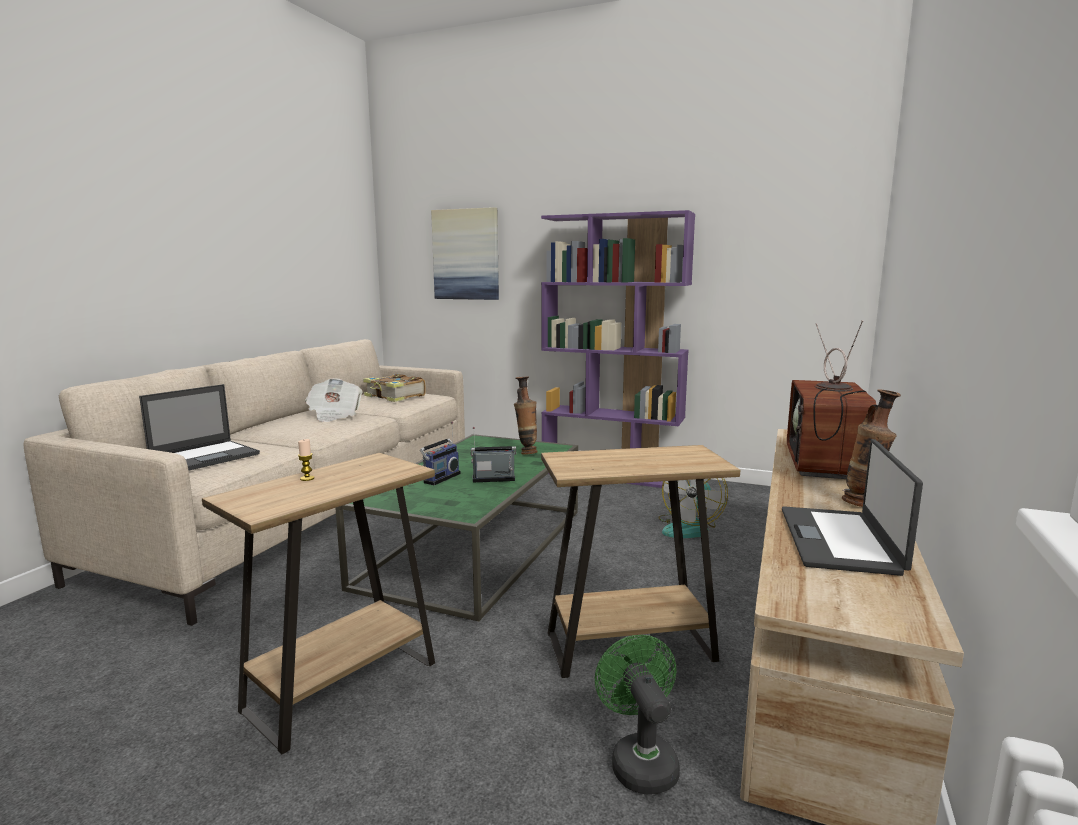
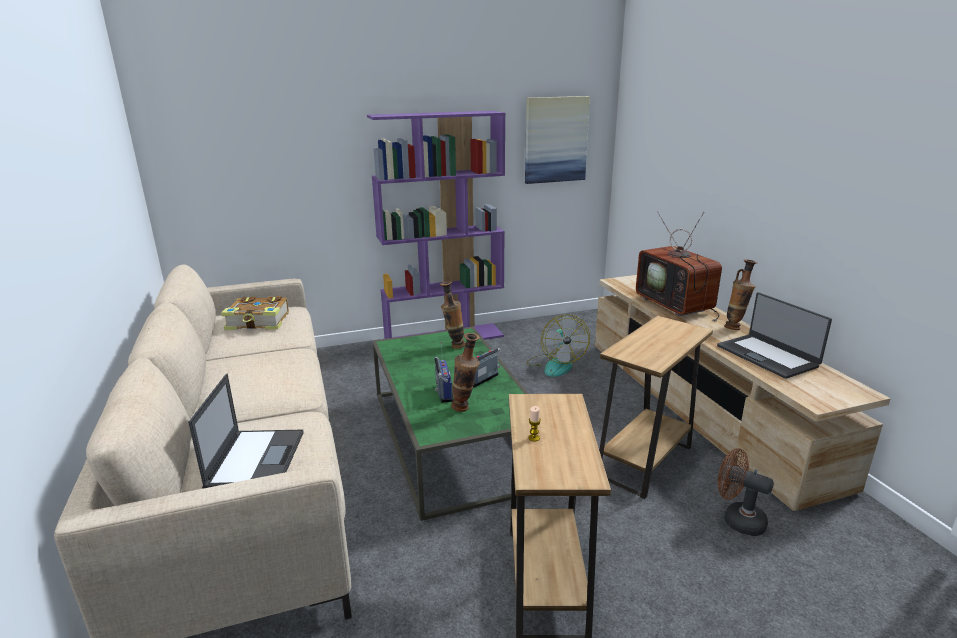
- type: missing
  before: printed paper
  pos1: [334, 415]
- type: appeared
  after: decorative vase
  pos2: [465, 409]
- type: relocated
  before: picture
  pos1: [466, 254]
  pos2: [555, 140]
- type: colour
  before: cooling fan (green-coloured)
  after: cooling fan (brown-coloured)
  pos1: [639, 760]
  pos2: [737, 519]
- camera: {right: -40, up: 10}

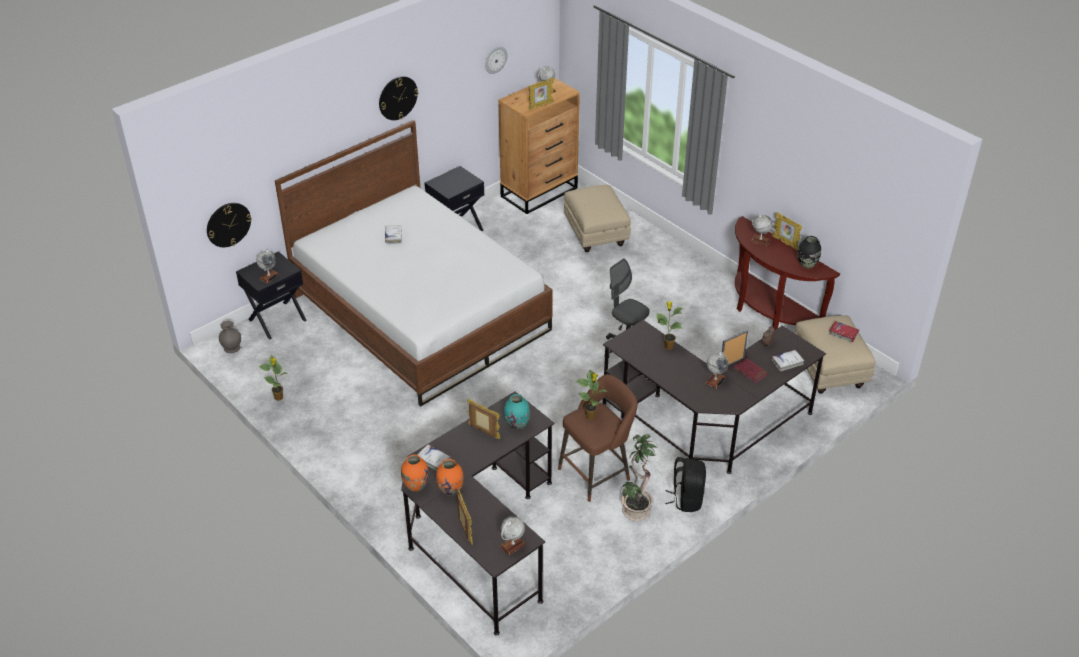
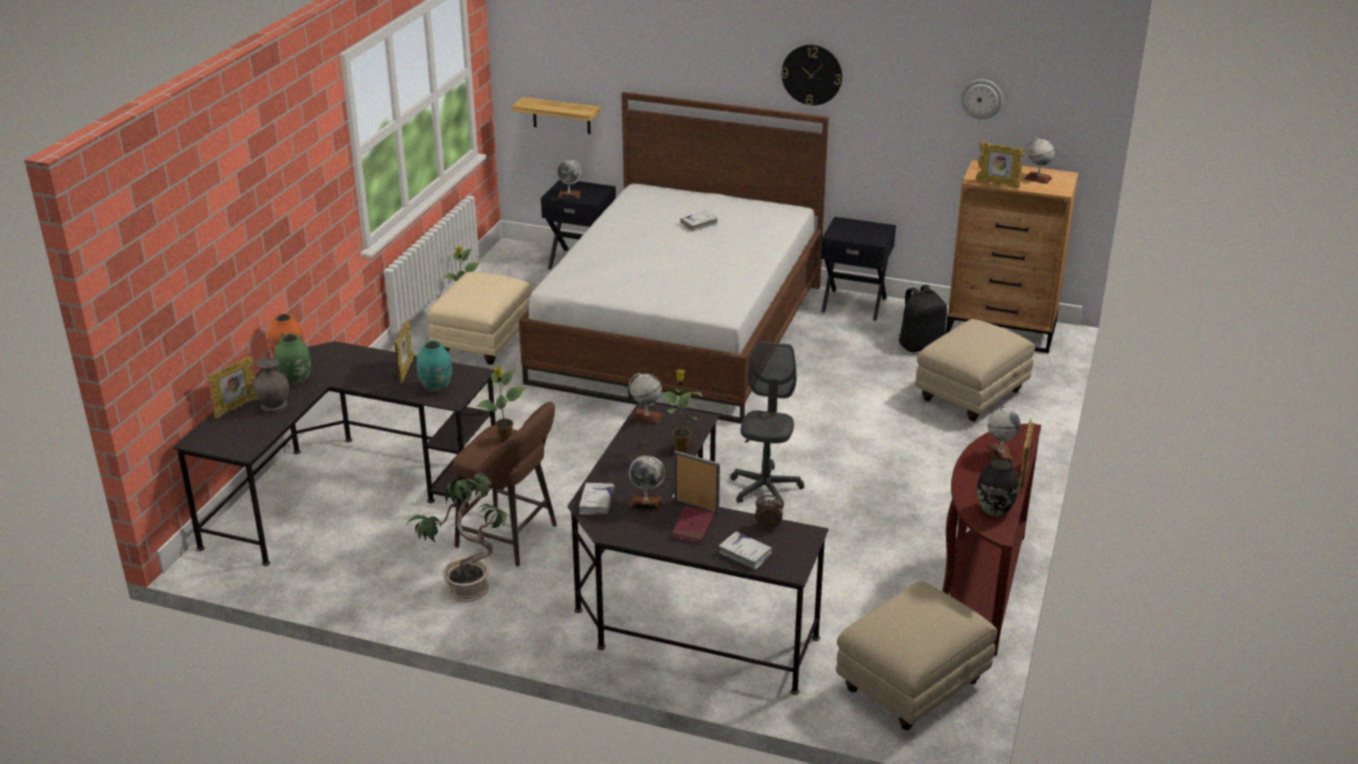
- type: missing
  before: book (red)
  pos1: [843, 333]
- type: appeared
  after: pouffe (beige-coloured)
  pos2: [482, 343]
- type: relocated
  before: decorative vase (gray)
  pos1: [232, 348]
  pos2: [274, 406]
- type: relocated
  before: book (white-coloured)
  pos1: [433, 460]
  pos2: [596, 503]
- type: relocated
  before: world globe
  pos1: [512, 545]
  pos2: [646, 418]
- type: relocated
  before: backpack (black-coloured)
  pos1: [686, 499]
  pos2: [920, 345]
- type: exchanged
  before: clock on the wall
  after: wall shelf
  pos1: [228, 224]
  pos2: [561, 115]
- type: colour
  before: decorative vase (orange)
  after: decorative vase (green-coloured)
  pos1: [450, 490]
  pos2: [296, 380]
- camera: {right: 60, up: -10}

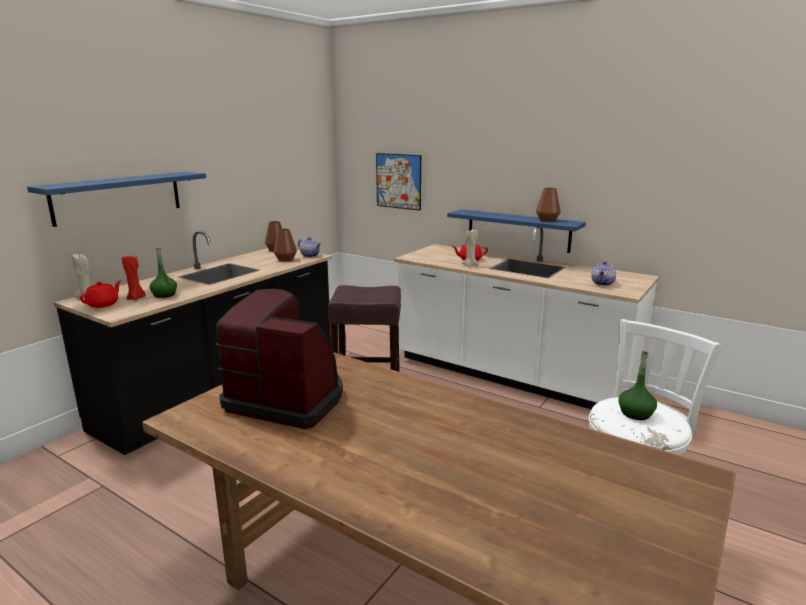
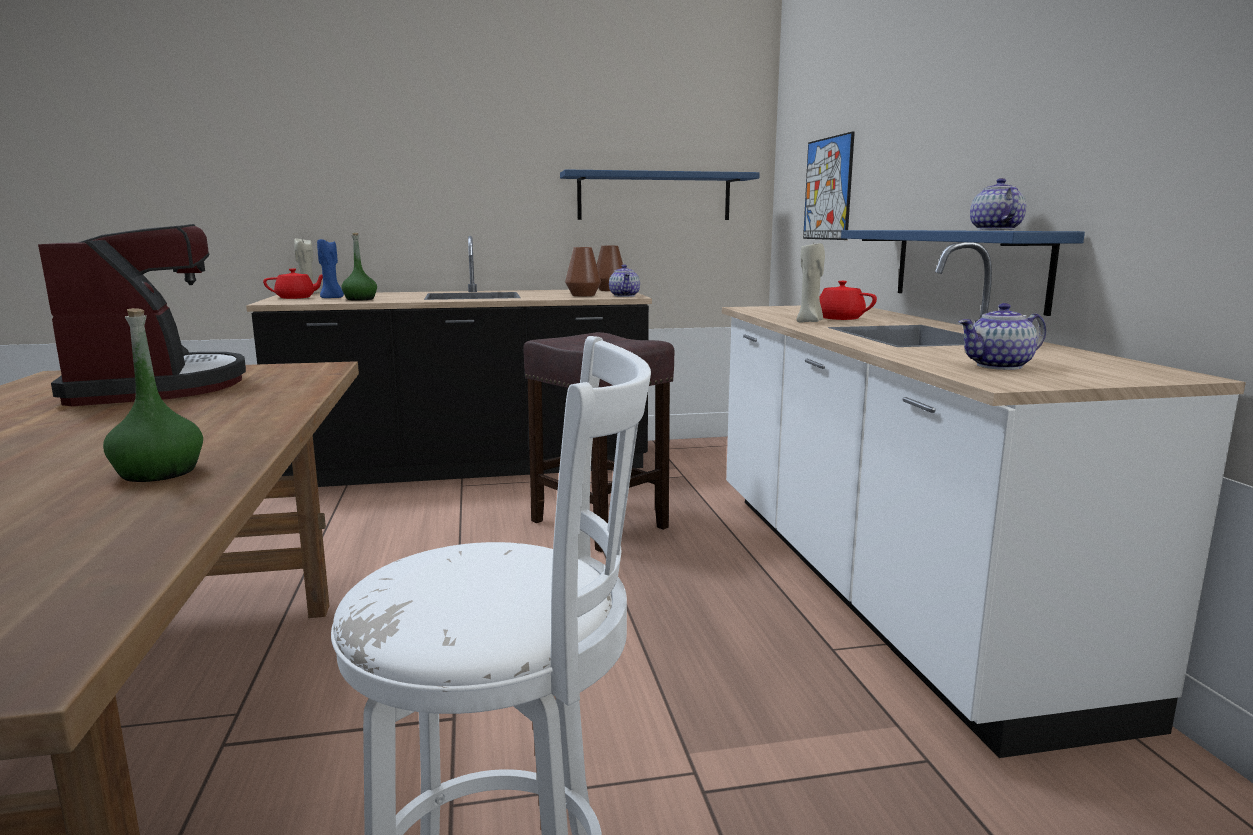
- type: relocated
  before: wall shelf (blue-coloured)
  pos1: [118, 197]
  pos2: [654, 196]
- type: relocated
  before: beverage bottle (green-coloured)
  pos1: [635, 413]
  pos2: [159, 472]
- type: exchanged
  before: decorative vase (brown-coloured)
  after: tea pot
  pos1: [547, 220]
  pos2: [993, 230]
- type: colour
  before: wax candle (red)
  after: wax candle (blue-coloured)
  pos1: [136, 298]
  pos2: [332, 298]
- camera: {right: 45, up: -5}

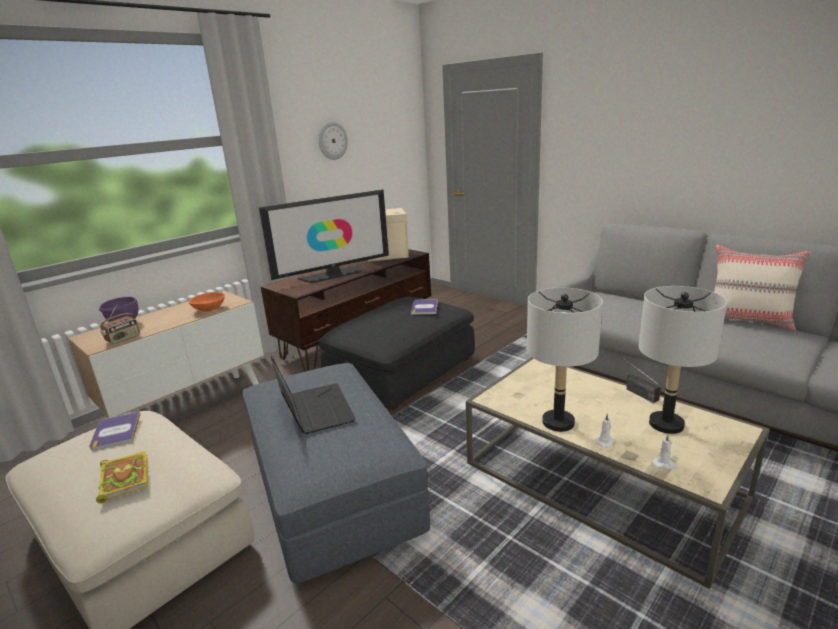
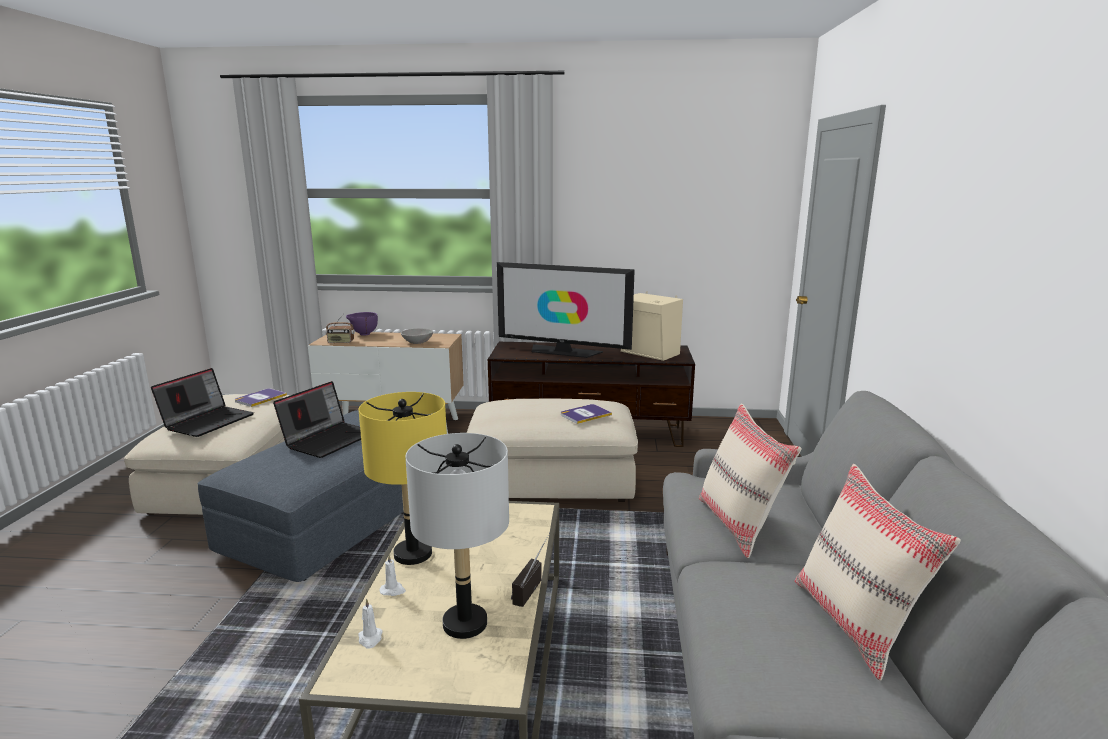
- type: missing
  before: clock on the wall
  pos1: [332, 141]
- type: appeared
  after: throw pillow (beige-coloured)
  pos2: [739, 525]
- type: exchanged
  before: book
  after: laptop
  pos1: [124, 478]
  pos2: [208, 421]
- type: colour
  before: bowl (orange)
  after: bowl (gray)
  pos1: [209, 309]
  pos2: [417, 342]
- type: colour
  before: pouffe (black-coloured)
  after: pouffe (beige-coloured)
  pos1: [402, 371]
  pos2: [552, 478]
- type: colour
  before: table lamp (gray)
  after: table lamp (yellowish)
  pos1: [558, 422]
  pos2: [412, 554]
- camera: {right: 50, up: -5}

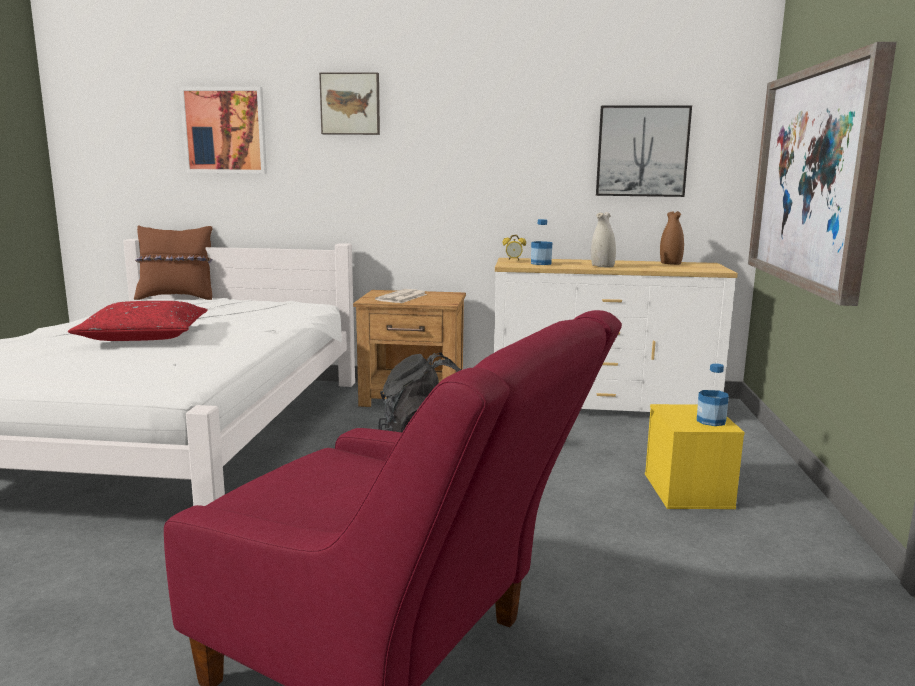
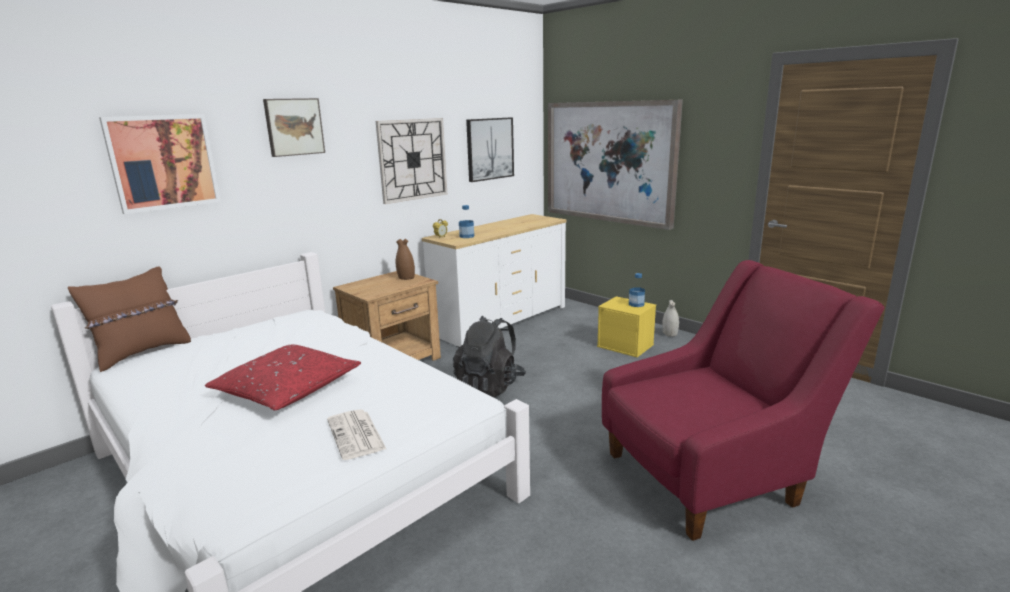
- type: appeared
  after: clock on the wall
  pos2: [412, 160]
- type: relocated
  before: printed paper
  pos1: [401, 297]
  pos2: [356, 435]
- type: relocated
  before: decorative vase (white-coloured)
  pos1: [602, 266]
  pos2: [669, 334]
- type: relocated
  before: decorative vase (brown-coloured)
  pos1: [670, 263]
  pos2: [406, 277]
- camera: {right: -50, up: 5}

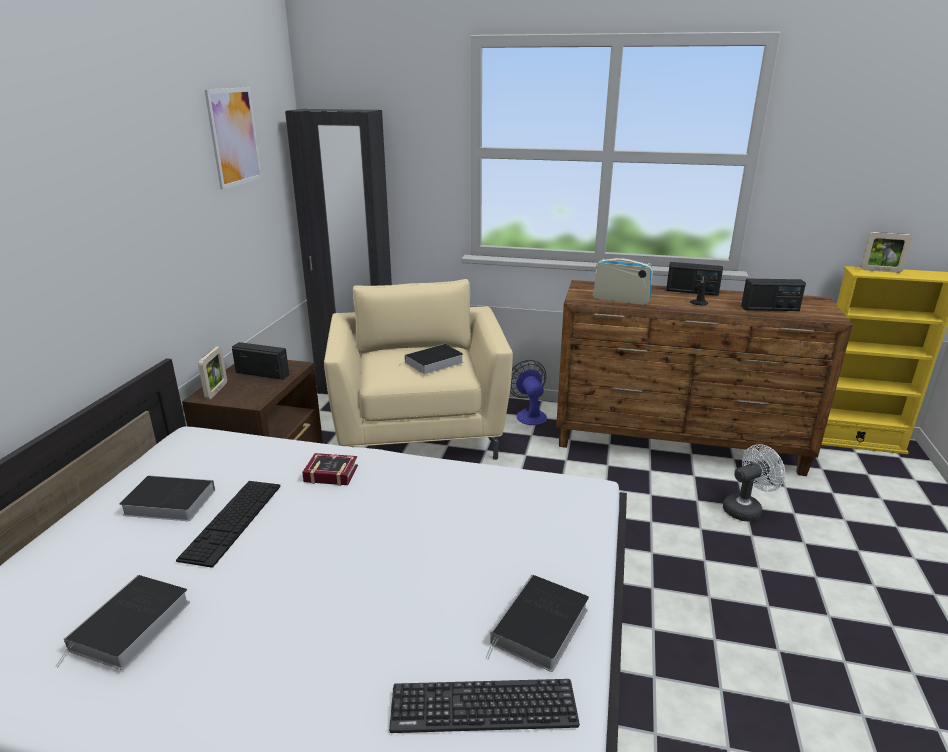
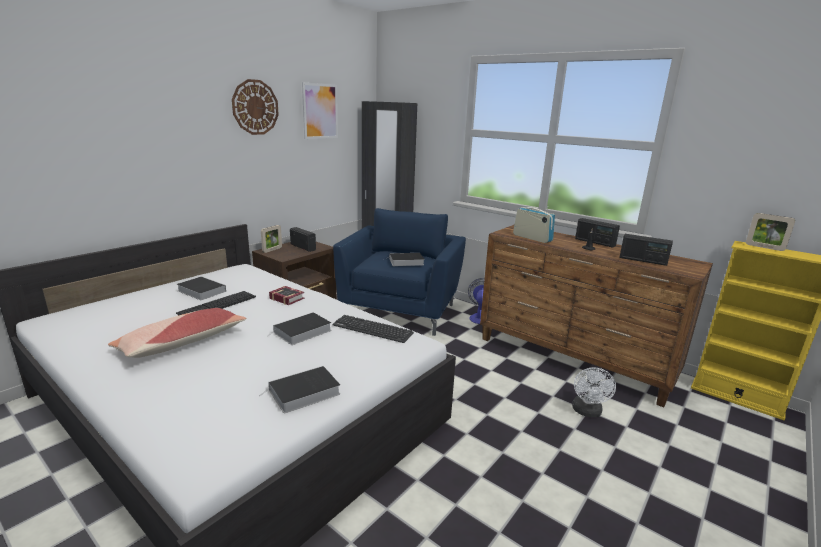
- type: appeared
  after: throw pillow
  pos2: [182, 343]
- type: appeared
  after: clock on the wall
  pos2: [255, 107]
- type: relocated
  before: book
  pos1: [130, 628]
  pos2: [301, 332]
- type: relocated
  before: computer keyboard
  pos1: [483, 706]
  pos2: [372, 329]
- type: colour
  before: easy chair (beige-coloured)
  after: easy chair (blue-coloured)
  pos1: [420, 433]
  pos2: [400, 311]
- type: spun
  before: cooling fan (white-coloured)
  pos1: [746, 509]
  pos2: [587, 412]
  turn: 105
- camera: {right: 25, up: -5}

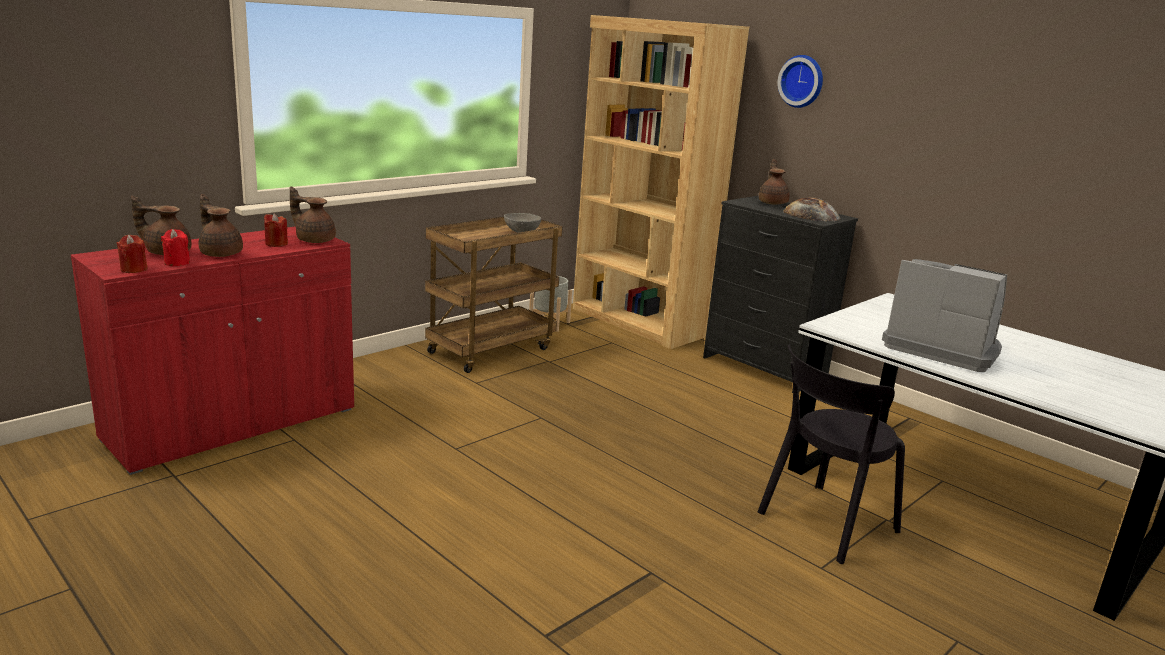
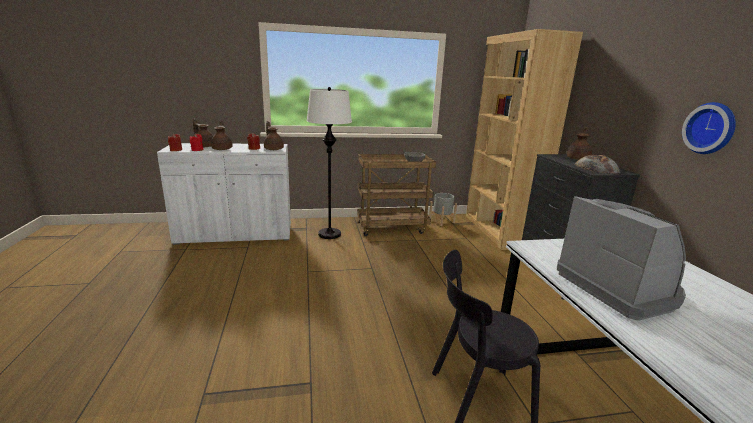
- type: appeared
  after: floor lamp (white-coloured)
  pos2: [329, 234]
- type: relocated
  before: clock on the wall
  pos1: [802, 81]
  pos2: [711, 128]
- type: colour
  before: cupboard (red)
  after: cupboard (white-coloured)
  pos1: [233, 424]
  pos2: [235, 234]
- camera: {right: 35, up: 0}

